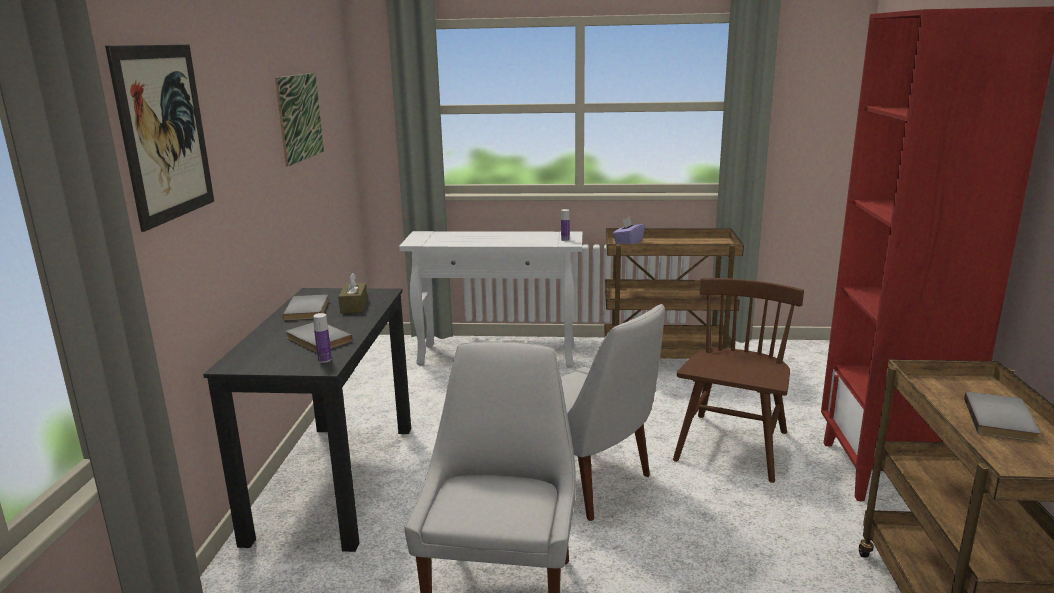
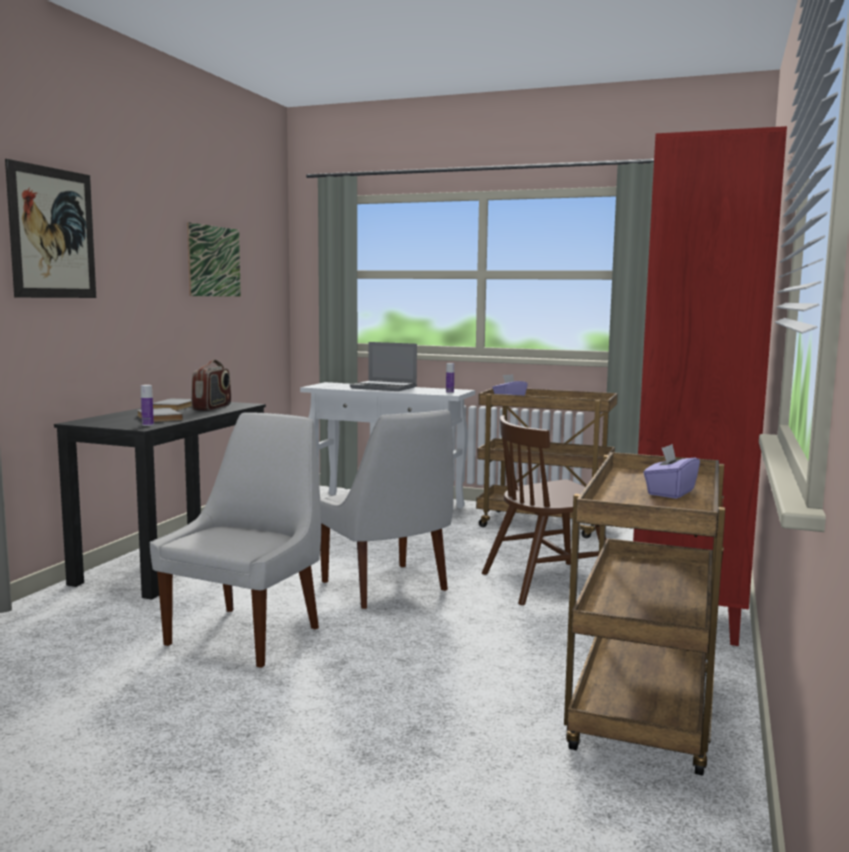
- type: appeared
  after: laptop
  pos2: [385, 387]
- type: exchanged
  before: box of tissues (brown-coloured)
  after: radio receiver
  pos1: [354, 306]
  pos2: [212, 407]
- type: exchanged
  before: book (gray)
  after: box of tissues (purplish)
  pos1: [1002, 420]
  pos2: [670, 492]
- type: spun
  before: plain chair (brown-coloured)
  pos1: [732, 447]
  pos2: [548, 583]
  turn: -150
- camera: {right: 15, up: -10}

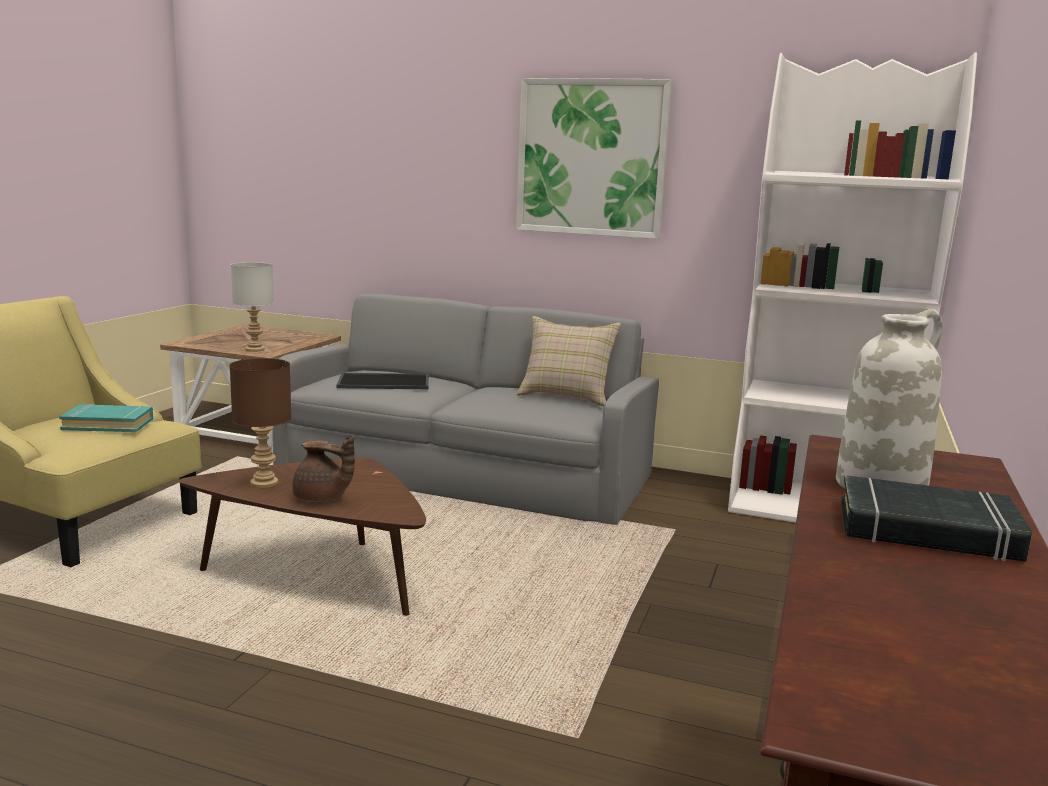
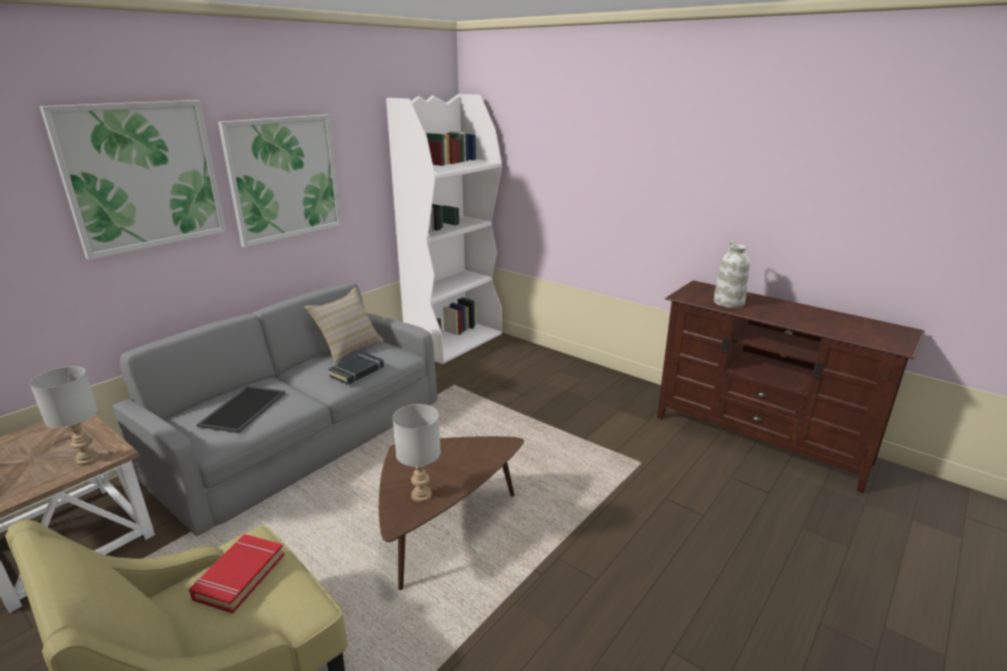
- type: missing
  before: tea pot (brown-coloured)
  pos1: [321, 499]
- type: appeared
  after: picture
  pos2: [143, 176]
- type: relocated
  before: book (black-coloured)
  pos1: [927, 531]
  pos2: [357, 372]
- type: colour
  before: book (turquoise)
  after: book (red)
  pos1: [108, 424]
  pos2: [239, 576]
- type: colour
  before: table lamp (brown-coloured)
  after: table lamp (gray)
  pos1: [263, 483]
  pos2: [421, 496]
- camera: {right: -70, up: 10}

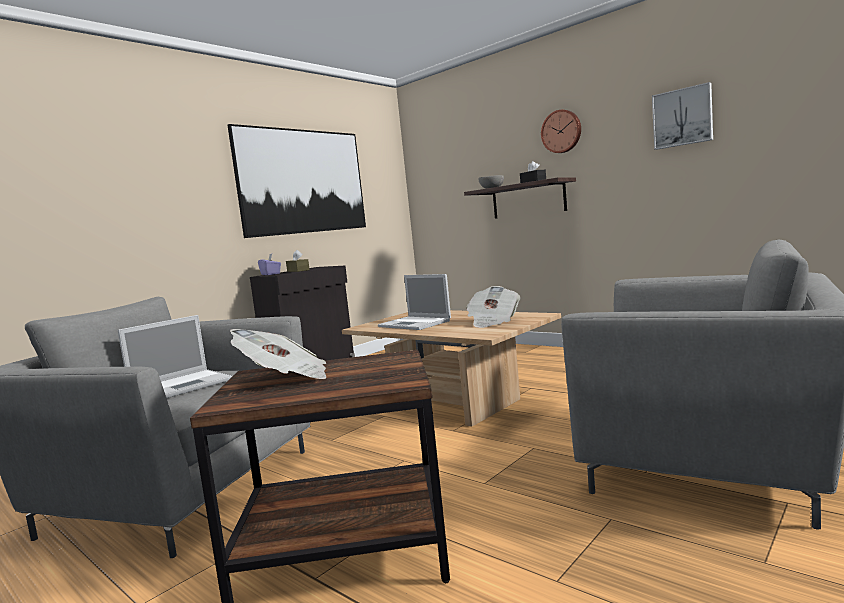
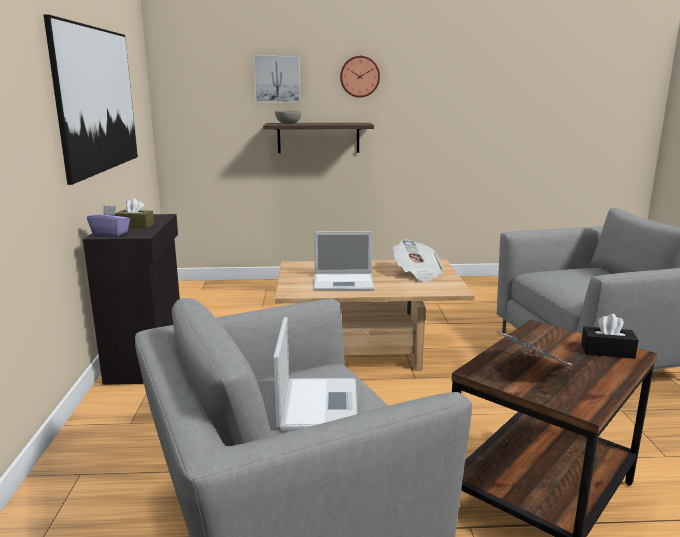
- type: relocated
  before: box of tissues (black-coloured)
  pos1: [533, 182]
  pos2: [607, 351]
- type: relocated
  before: picture
  pos1: [682, 117]
  pos2: [277, 79]
- camera: {right: -45, up: 10}

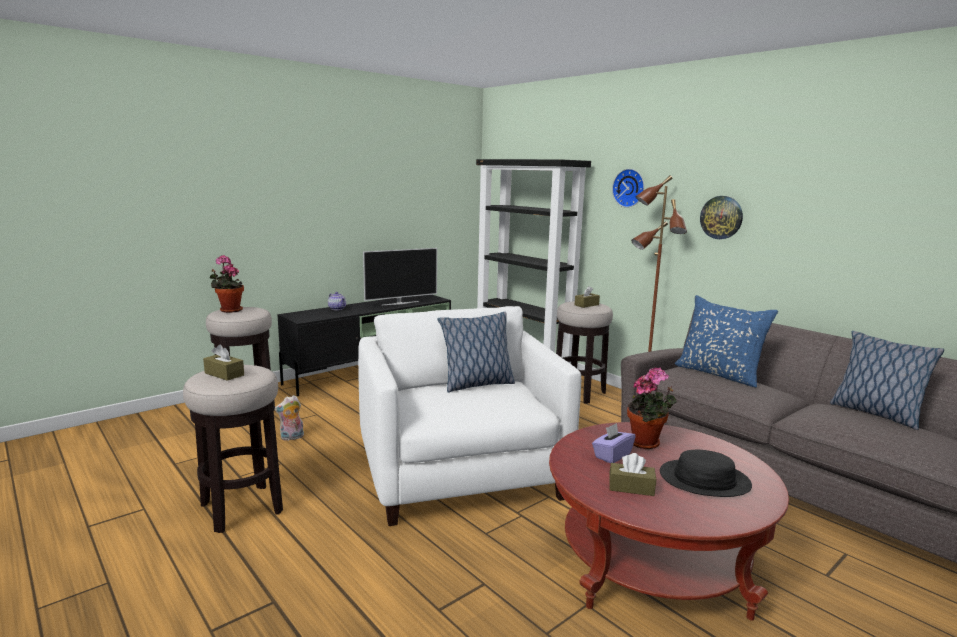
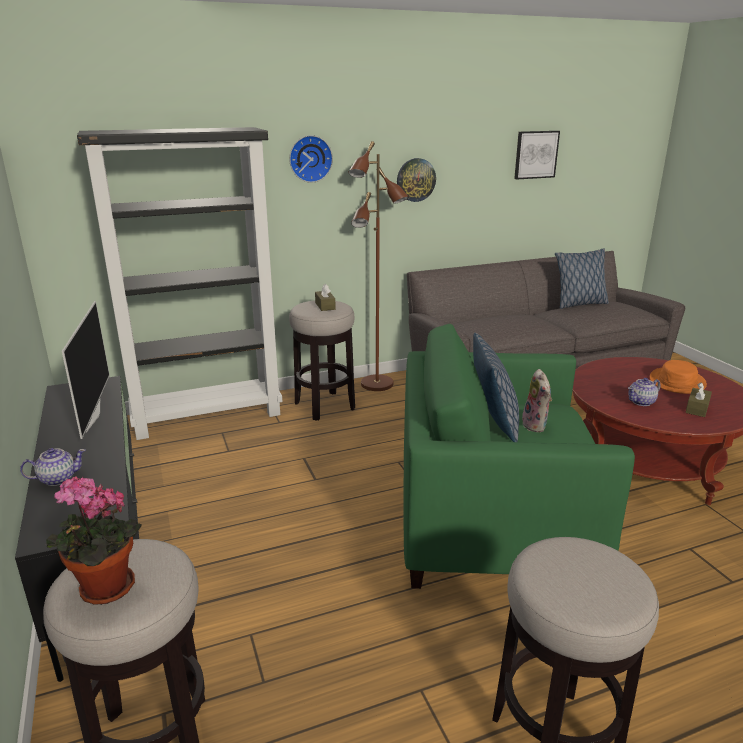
- type: missing
  before: box of tissues (brown-coloured)
  pos1: [224, 374]
- type: missing
  before: houseplant
  pos1: [647, 443]
- type: missing
  before: throw pillow (blue-coloured)
  pos1: [719, 374]
- type: appeared
  after: picture
  pos2: [535, 154]
- type: relocated
  before: soft toy
  pos1: [291, 438]
  pos2: [536, 426]
- type: exchanged
  before: box of tissues (purplish)
  after: tea pot
  pos1: [612, 455]
  pos2: [641, 402]
- type: colour
  before: easy chair (white-coloured)
  after: easy chair (green-coloured)
  pos1: [461, 474]
  pos2: [492, 523]
- type: colour
  before: hat (black-coloured)
  after: hat (orange)
  pos1: [704, 480]
  pos2: [677, 382]
- camera: {right: -70, up: 10}

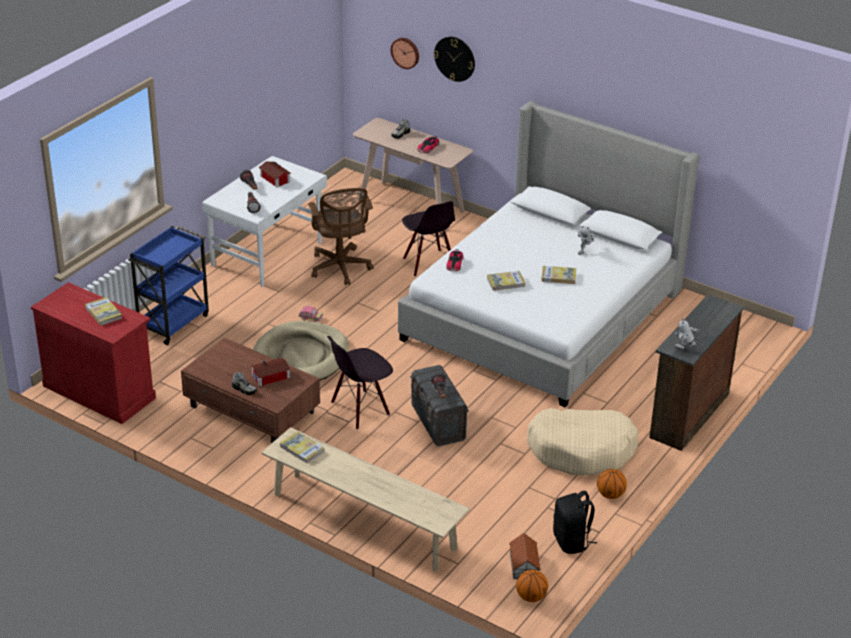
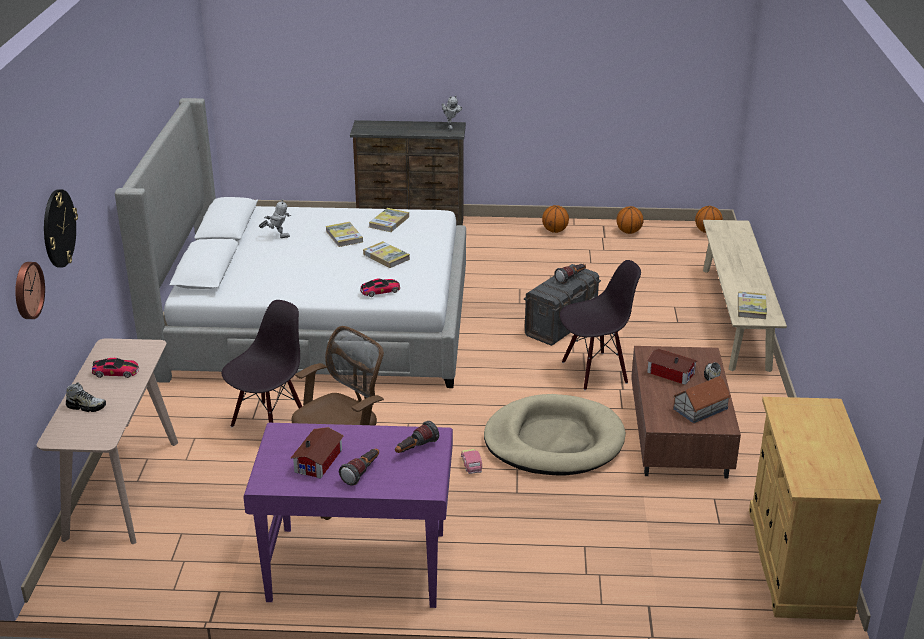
- type: missing
  before: wheeled cart (blue-coloured)
  pos1: [173, 322]
- type: missing
  before: dog bed (beige-coloured)
  pos1: [582, 450]
- type: relocated
  before: book
  pos1: [103, 313]
  pos2: [389, 222]
- type: relocated
  before: model house
  pos1: [524, 565]
  pos2: [701, 408]
- type: exchanged
  before: backpack (black-coloured)
  after: basketball ball
  pos1: [571, 542]
  pos2: [628, 232]
- type: colour
  before: cupboard (red)
  after: cupboard (beige-coloured)
  pos1: [99, 392]
  pos2: [797, 562]
- type: colour
  before: desk table (white-coloured)
  after: desk table (purplish)
  pos1: [268, 254]
  pos2: [356, 565]
- type: spun
  before: plain chair (black-coloured)
  pos1: [360, 409]
  pos2: [594, 371]
  turn: -45
- camera: {right: -120, up: -5}

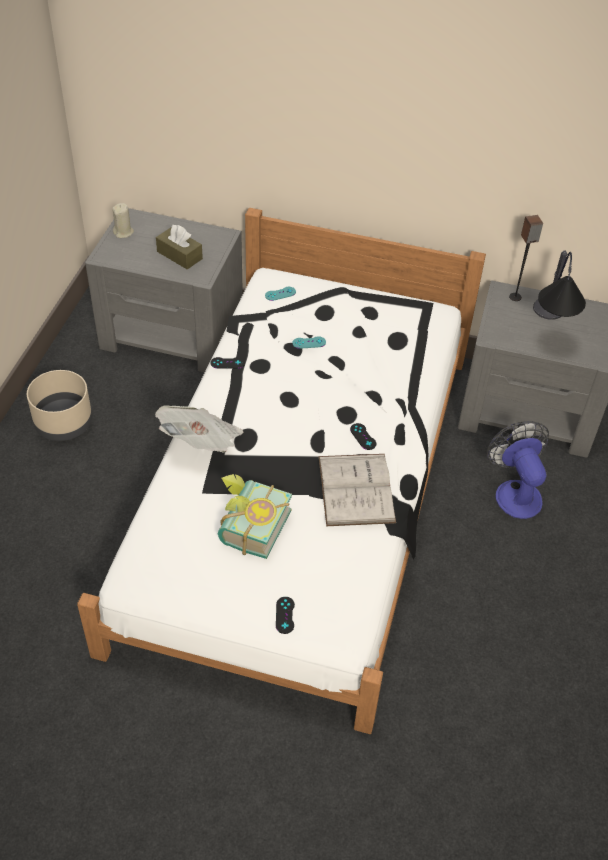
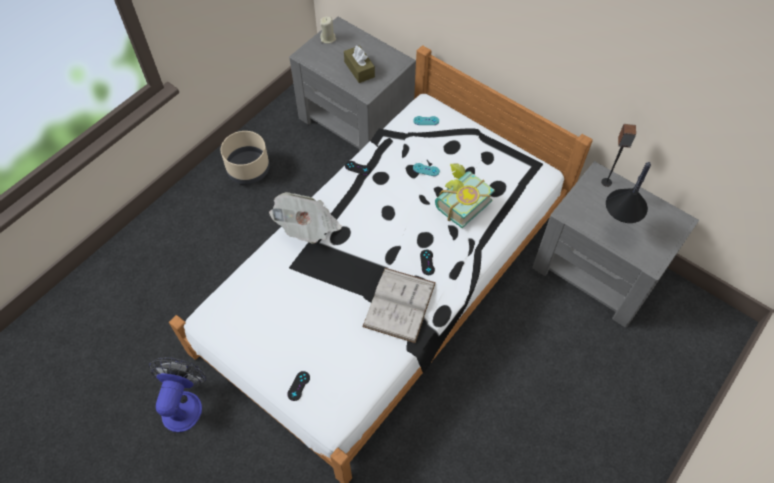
- type: relocated
  before: book
  pos1: [248, 526]
  pos2: [459, 202]
- type: relocated
  before: cooling fan
  pos1: [515, 492]
  pos2: [184, 403]
- camera: {right: 25, up: 10}

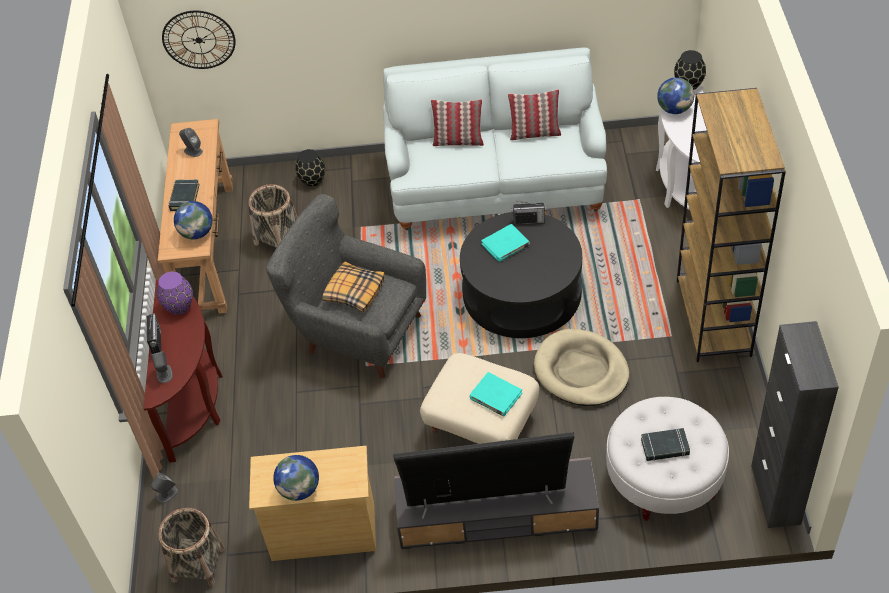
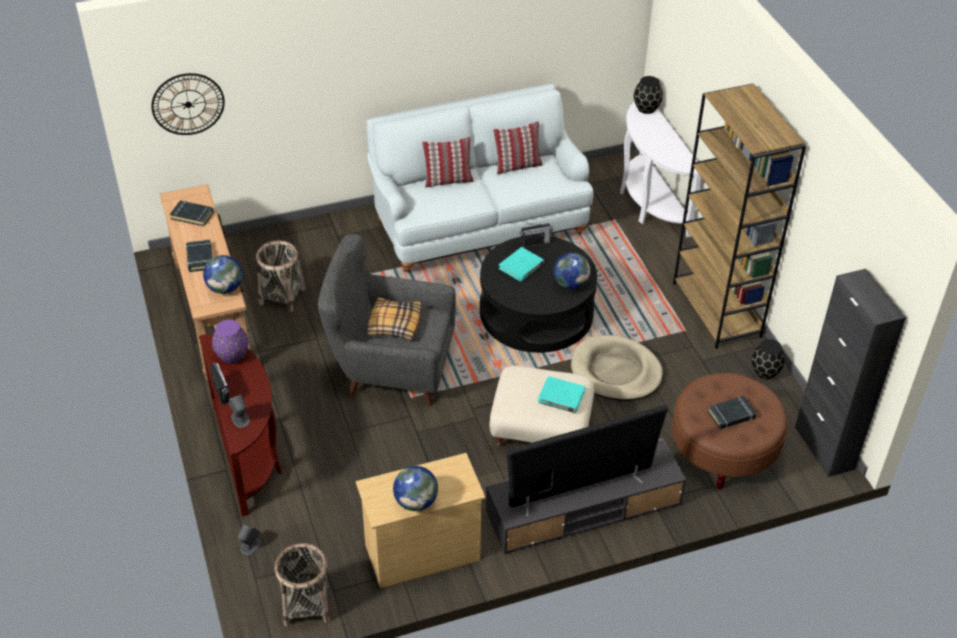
- type: relocated
  before: decorative vase (black-coloured)
  pos1: [312, 180]
  pos2: [765, 372]
- type: relocated
  before: world globe
  pos1: [674, 109]
  pos2: [570, 284]
- type: exchanged
  before: audio speaker (gray)
  after: book (black-coloured)
  pos1: [193, 151]
  pos2: [192, 215]
- type: colour
  before: pouffe (white-coloured)
  after: pouffe (brown-coloured)
  pos1: [664, 478]
  pos2: [723, 451]
- camera: {right: -20, up: -5}

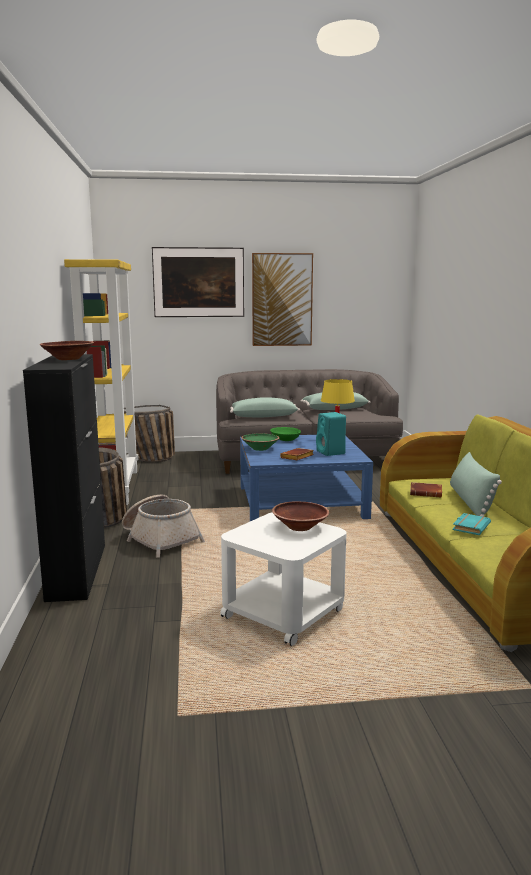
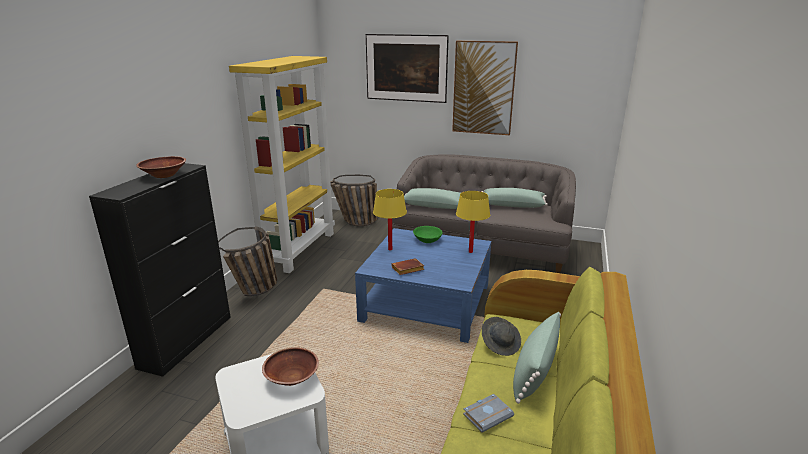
- type: missing
  before: basket
  pos1: [160, 539]
- type: missing
  before: audio speaker (turquoise)
  pos1: [331, 452]
- type: exchanged
  before: bowl (green-coloured)
  after: table lamp (yellowish)
  pos1: [260, 448]
  pos2: [390, 249]
- type: exchanged
  before: book (brown-coloured)
  after: hat (gray)
  pos1: [426, 493]
  pos2: [500, 344]
- type: colour
  before: book (turquoise)
  after: book (gray)
  pos1: [470, 527]
  pos2: [487, 414]
- camera: {right: 25, up: 10}

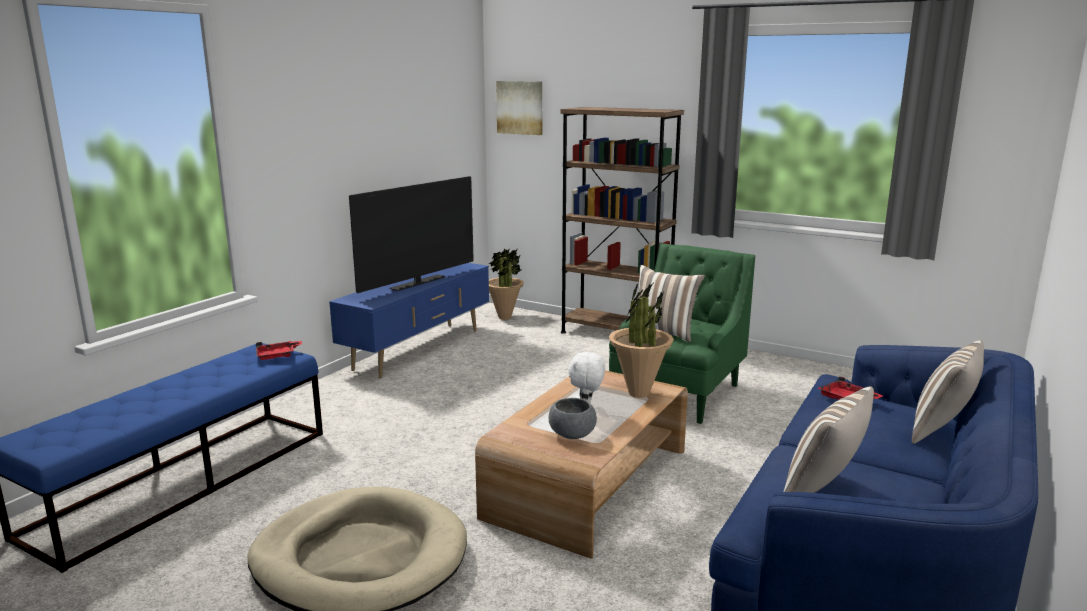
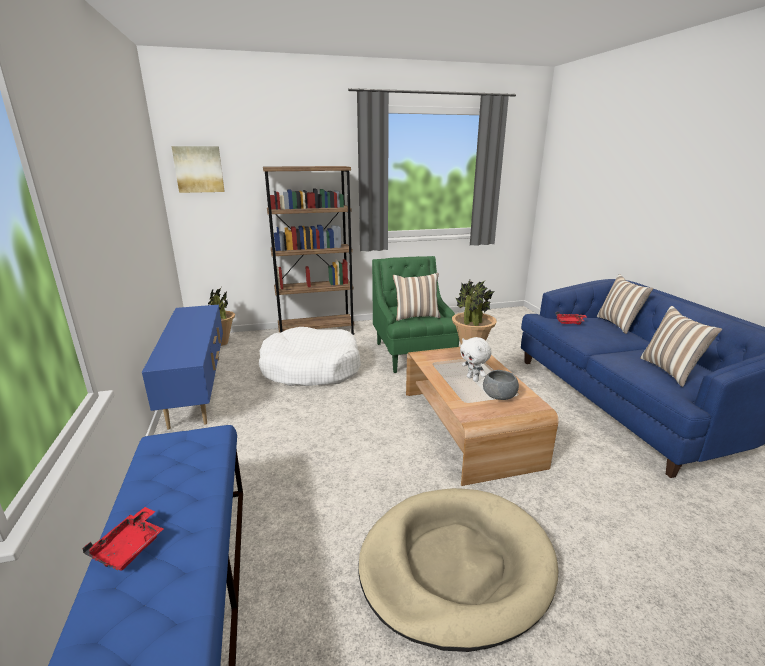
- type: missing
  before: TV set
  pos1: [418, 283]
- type: appeared
  after: dog bed (white-coloured)
  pos2: [311, 369]
- type: relocated
  before: tray (red)
  pos1: [277, 356]
  pos2: [130, 547]
- camera: {right: -45, up: 5}

